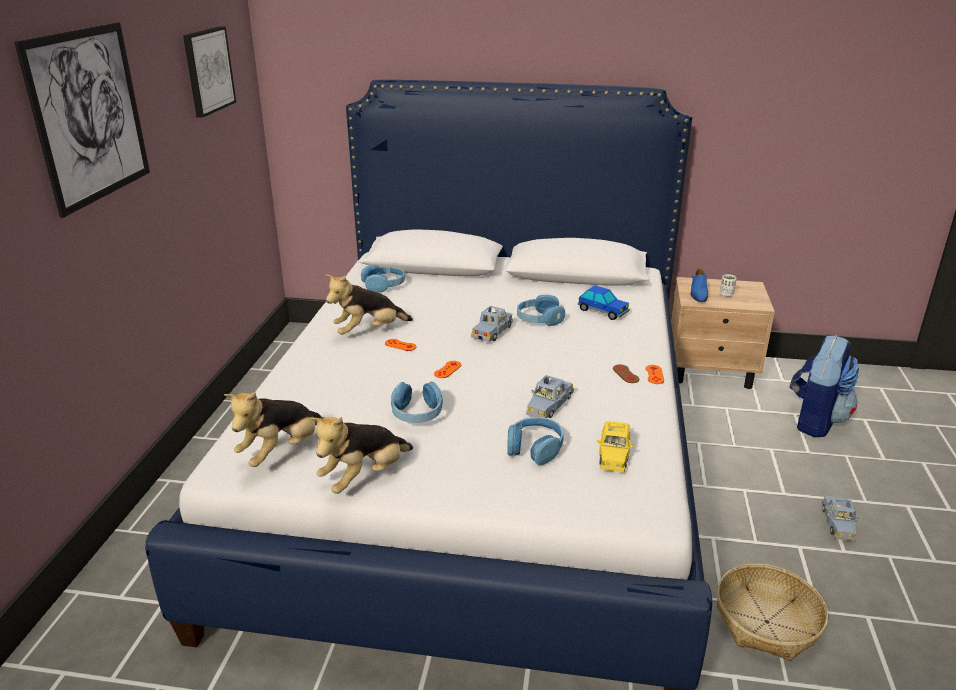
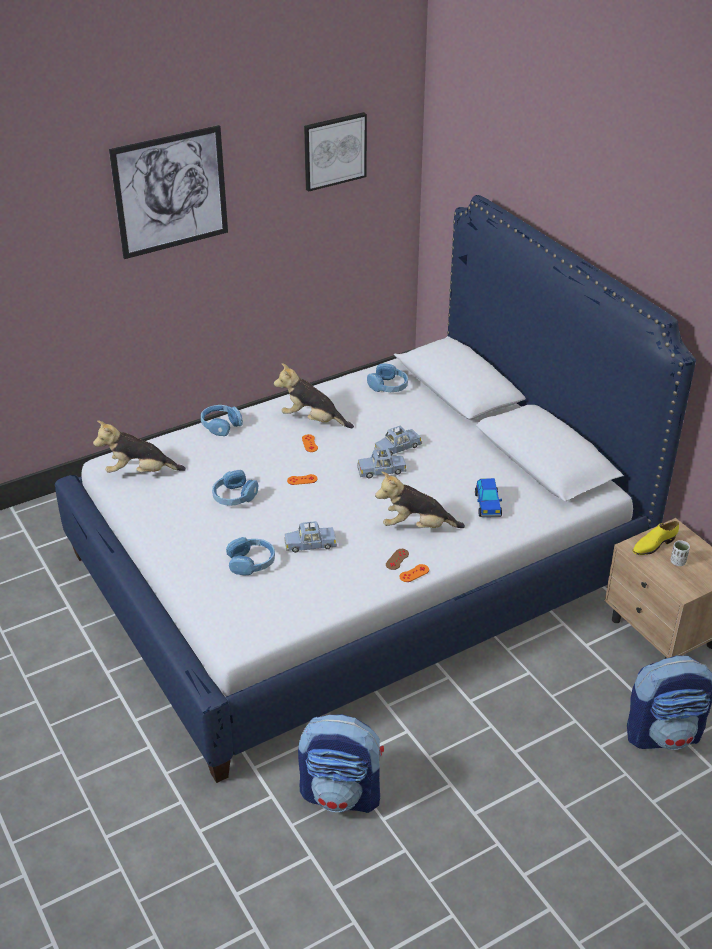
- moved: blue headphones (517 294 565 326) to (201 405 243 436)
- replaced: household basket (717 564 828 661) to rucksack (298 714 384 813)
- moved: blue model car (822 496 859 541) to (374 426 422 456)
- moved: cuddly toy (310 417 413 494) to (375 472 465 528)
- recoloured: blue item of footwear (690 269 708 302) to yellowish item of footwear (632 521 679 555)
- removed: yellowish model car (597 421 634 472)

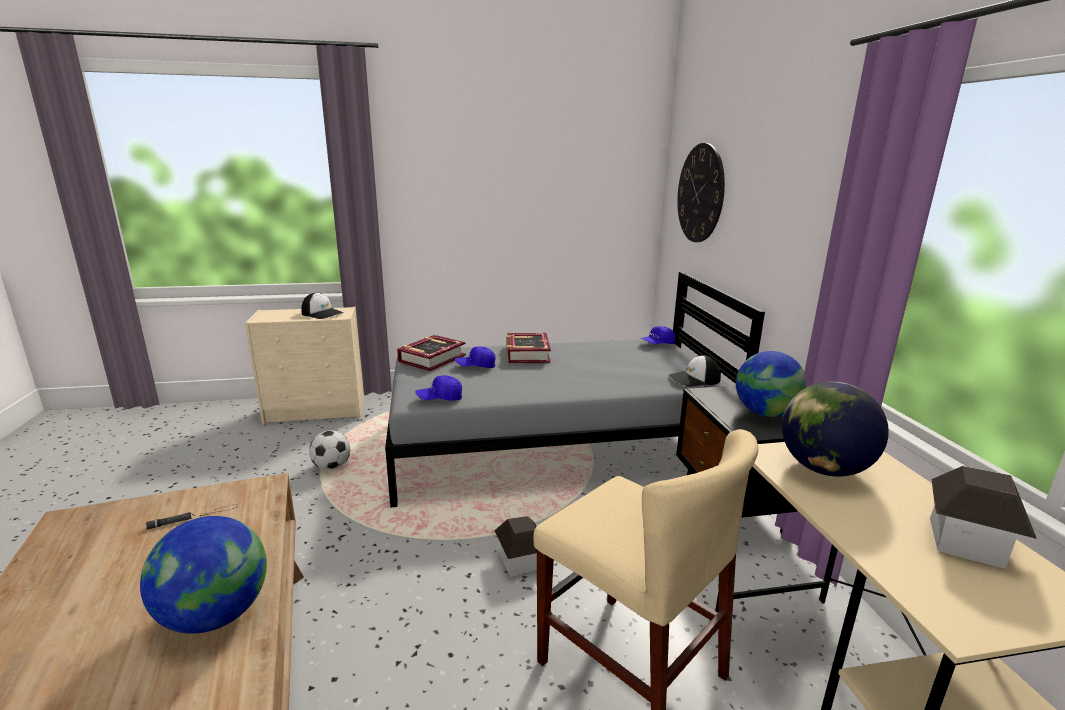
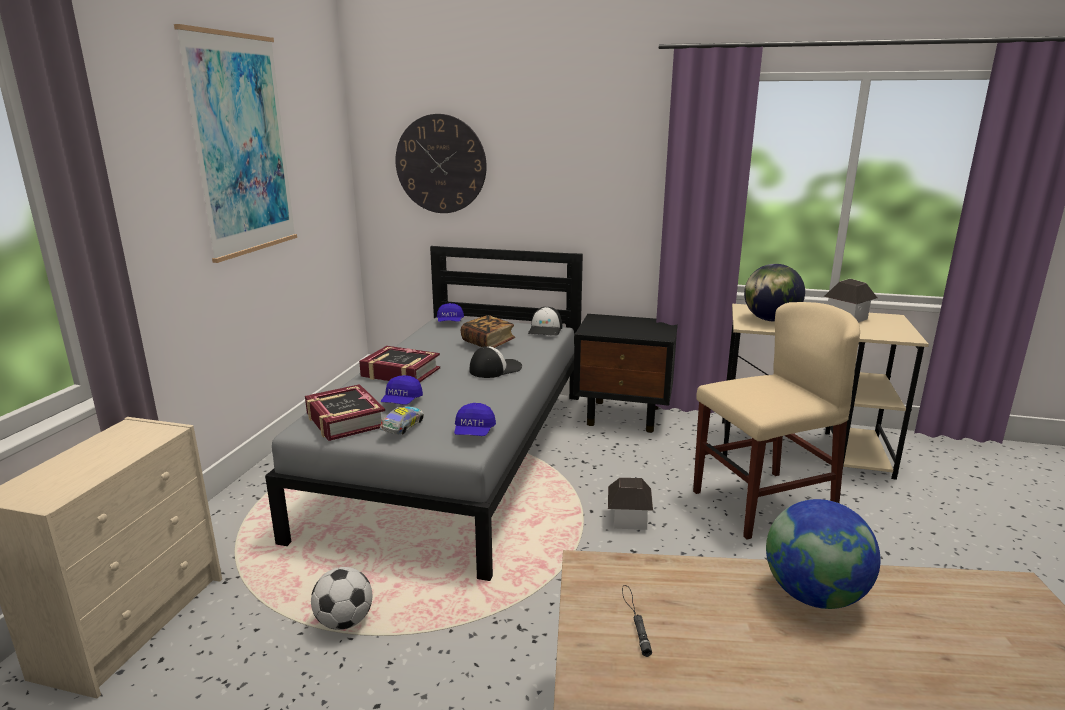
- added: picture (174 24 297 263)
- added: model car (380 406 424 434)
- added: volume (461 315 515 348)
- moved: peaked cap (301 293 344 319) to (470 346 522 378)
- removed: globe (736 351 806 417)

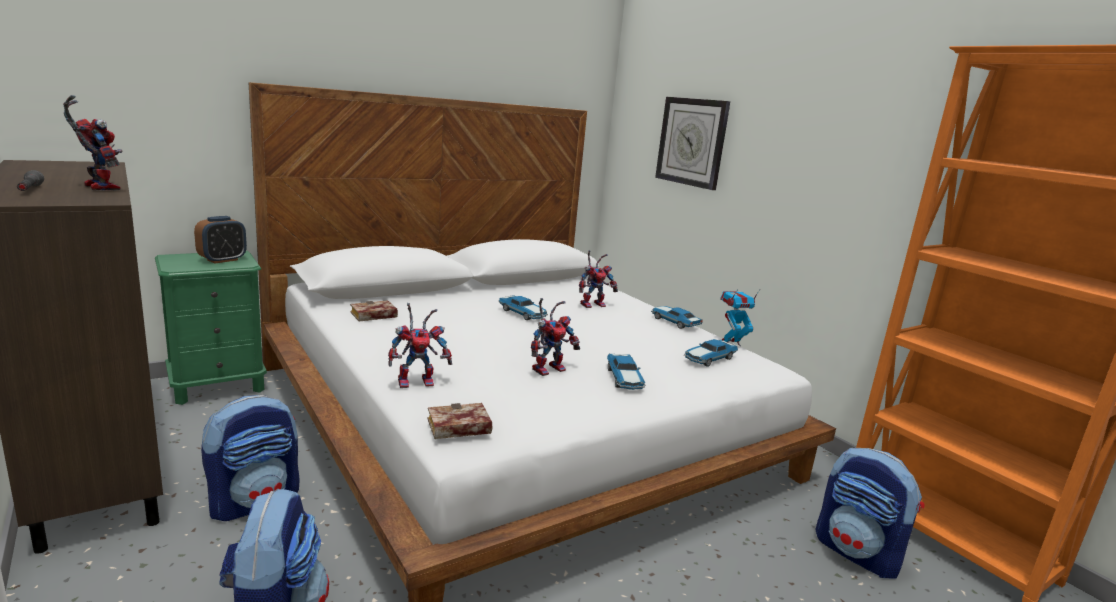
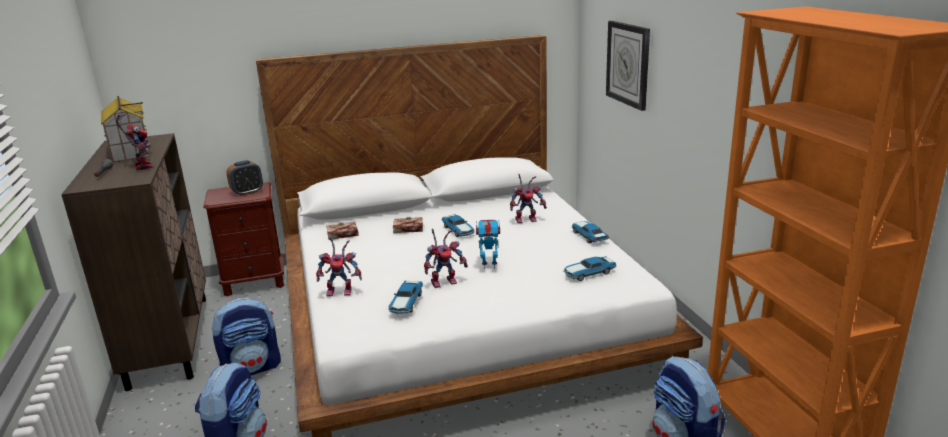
- added: miniature house (101 96 151 162)
- recoloured: green-coloured bedside table (155 251 267 405) to brown bedside table (203 182 284 296)
- moved: model car (607 354 645 390) to (388 281 423 314)
- moved: volume (428 403 492 439) to (393 217 423 233)
- moved: toy robot (720 289 760 346) to (476 220 500 269)

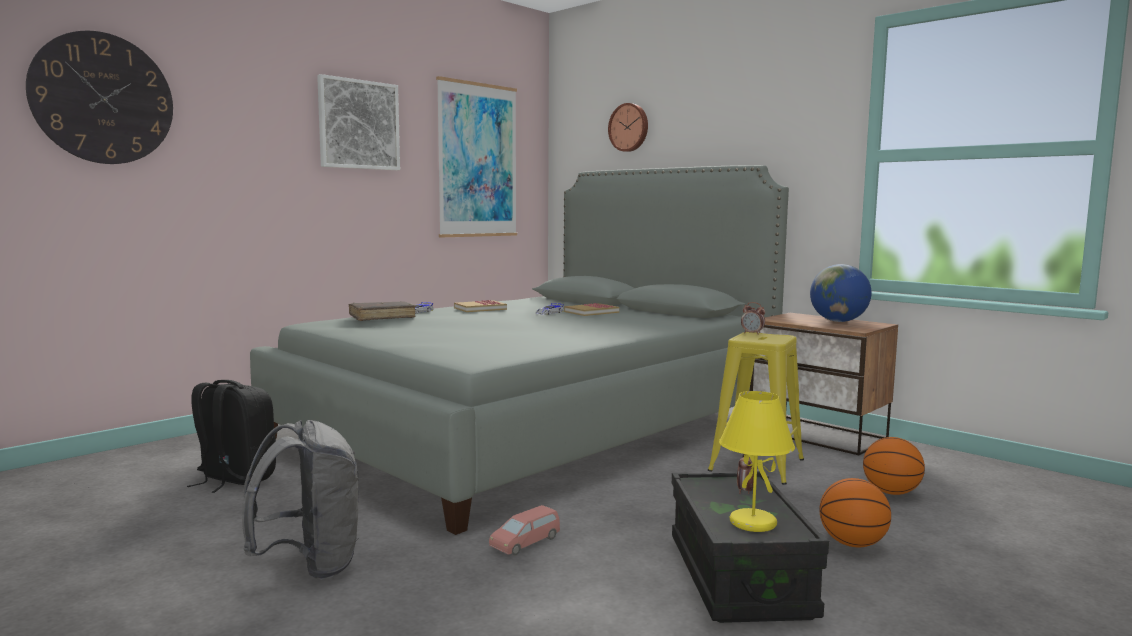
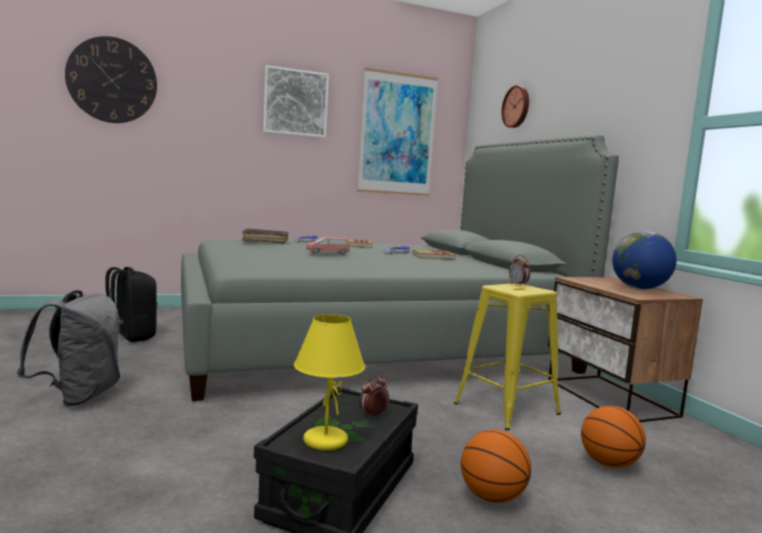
- moved: pinkish model car (489 505 560 556) to (306 237 350 255)

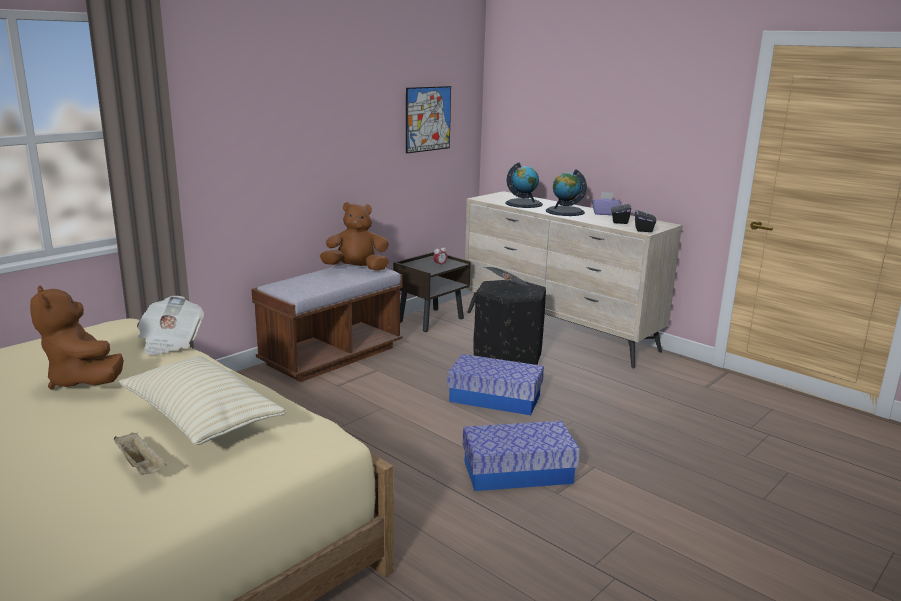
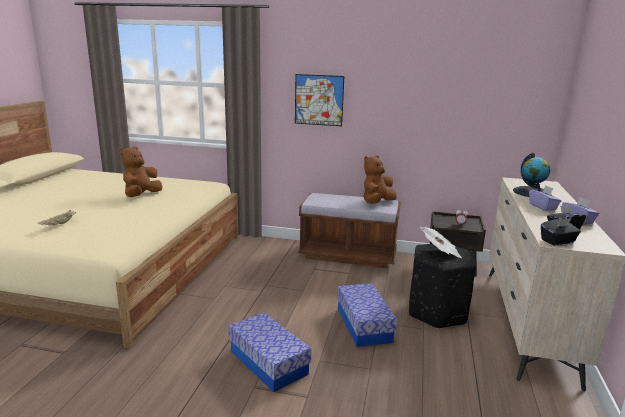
- moved: picture (406 86 451 153) to (295 74 344 126)
- turned: brown cuddly toy (320 202 389 271) = (363 155 397 204) 105 degrees counterclockwise
- replaced: globe (546 169 587 216) to purplish tissue box (529 185 562 211)
- removed: beige-coloured throw pillow (119 356 286 445)
- removed: newspaper (137 296 204 355)

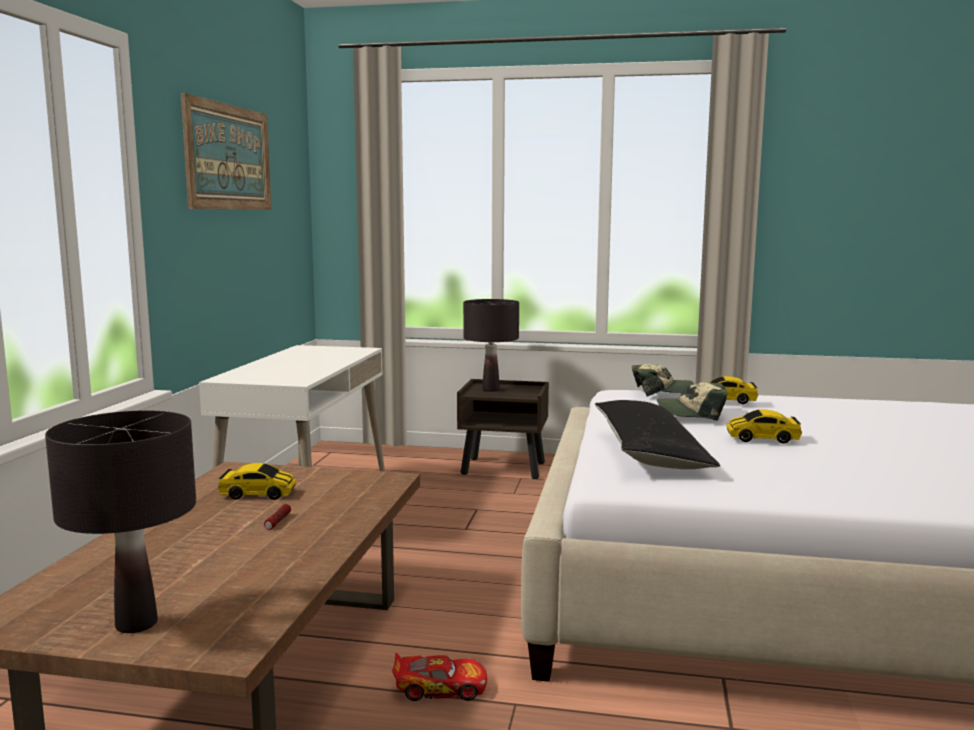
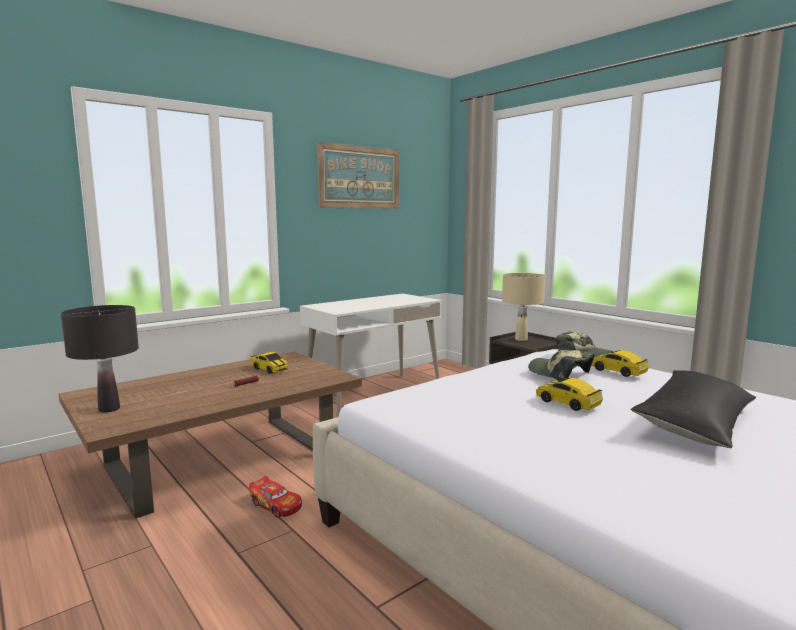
- recoloured: blackish table lamp (463 299 519 392) to beige-coloured table lamp (502 273 545 341)
- moved: blackish throw pillow (595 400 720 469) to (631 370 756 448)

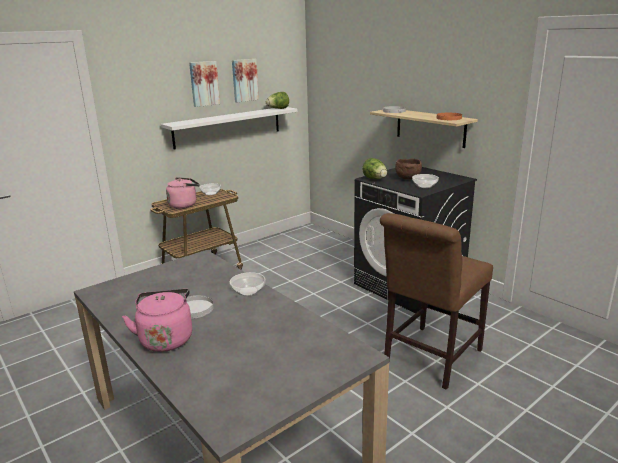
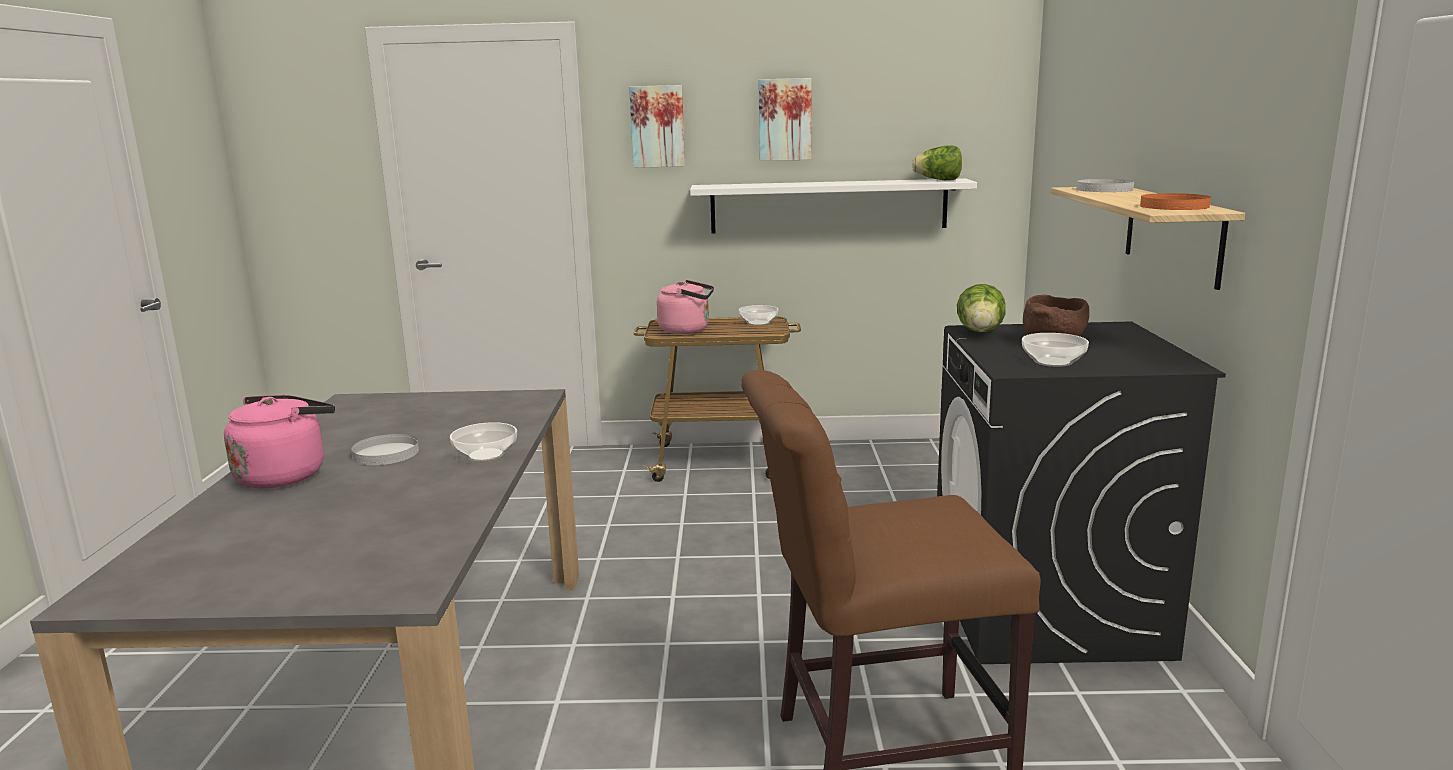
- moved: picture (232 59 259 102) to (629 85 685 168)

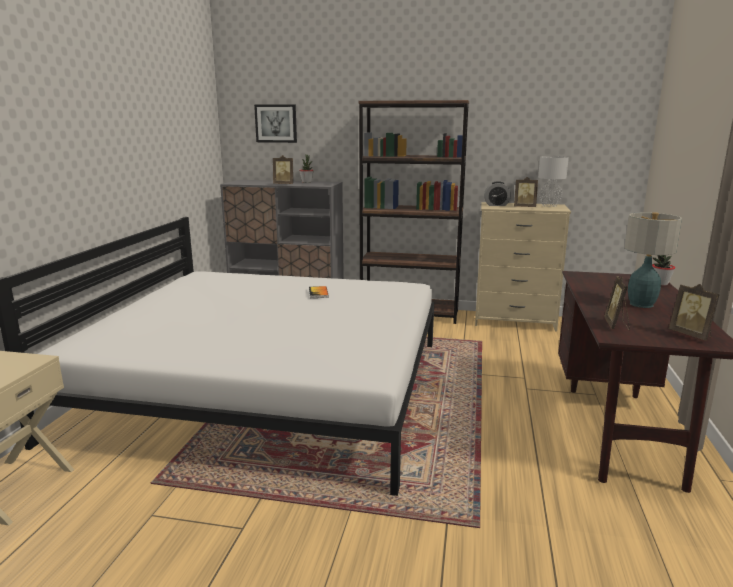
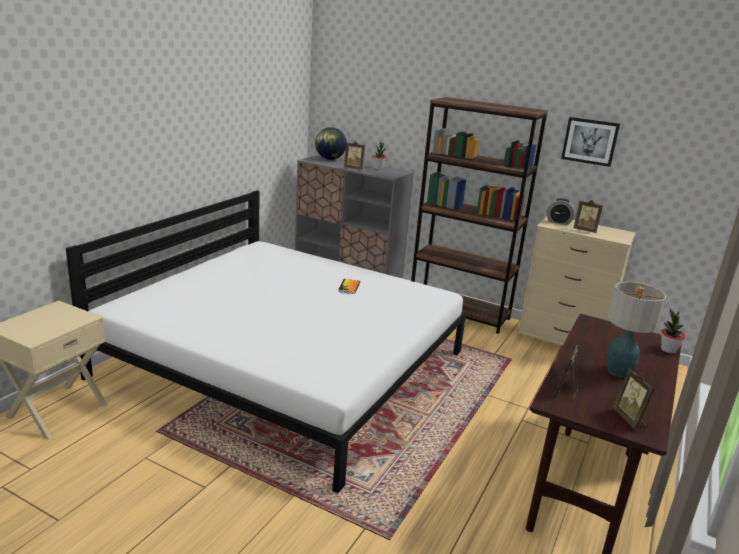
- added: globe (315 127 347 160)
- moved: picture (254 104 297 143) to (561 117 620 167)
- removed: greyish table lamp (538 156 569 207)

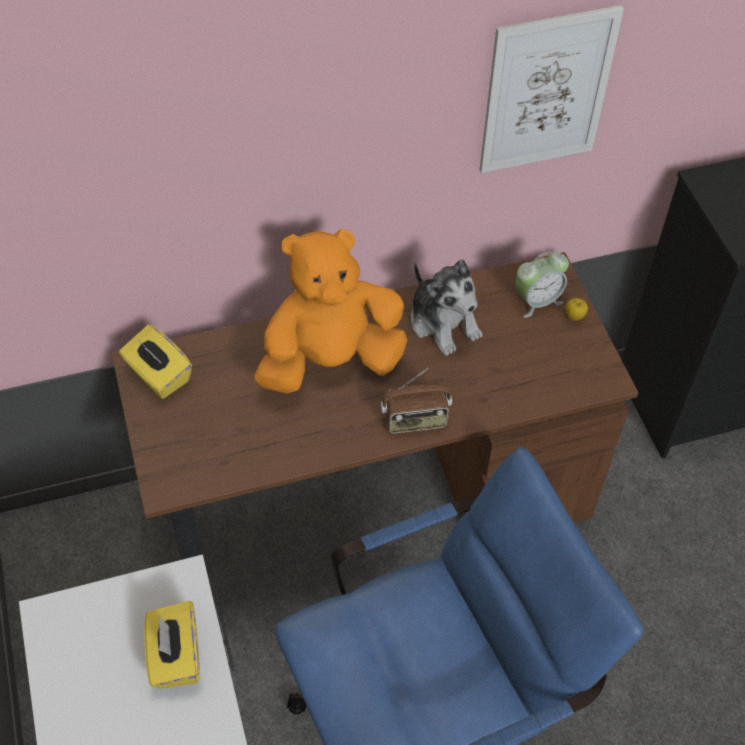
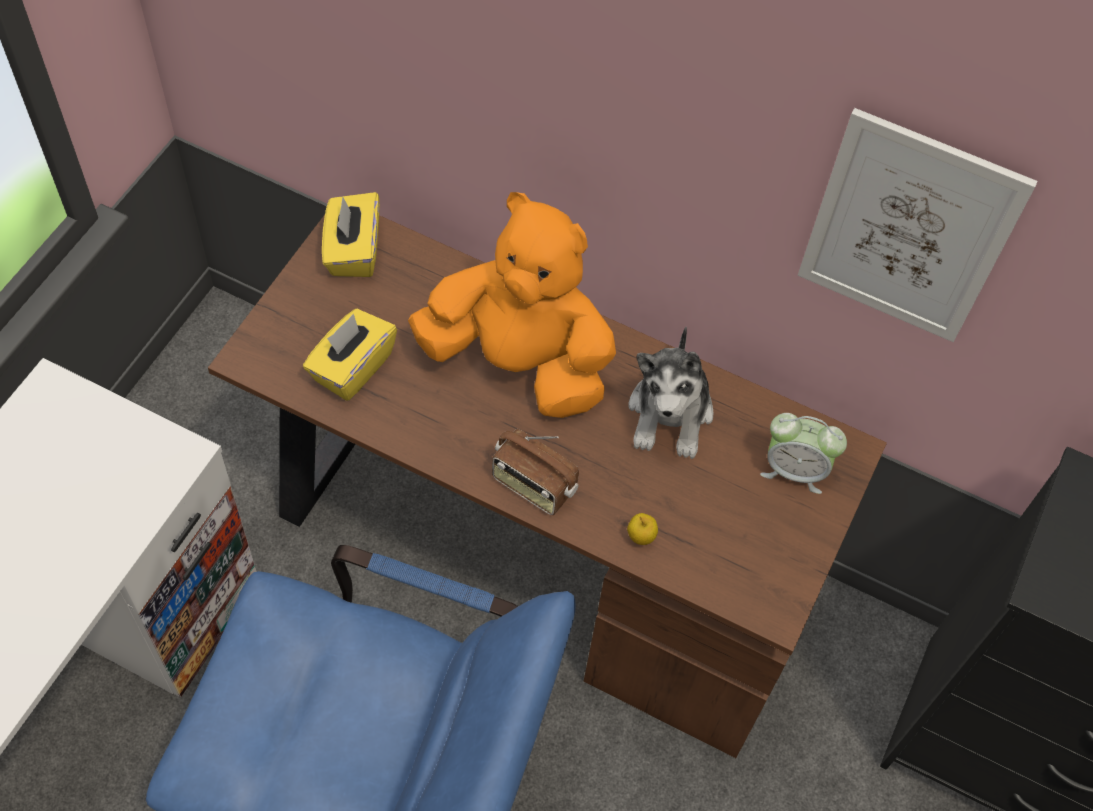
- moved: yellowish tissue box (144 600 200 689) to (303 309 397 401)
- moved: apple fruit (565 298 588 321) to (627 513 658 545)

